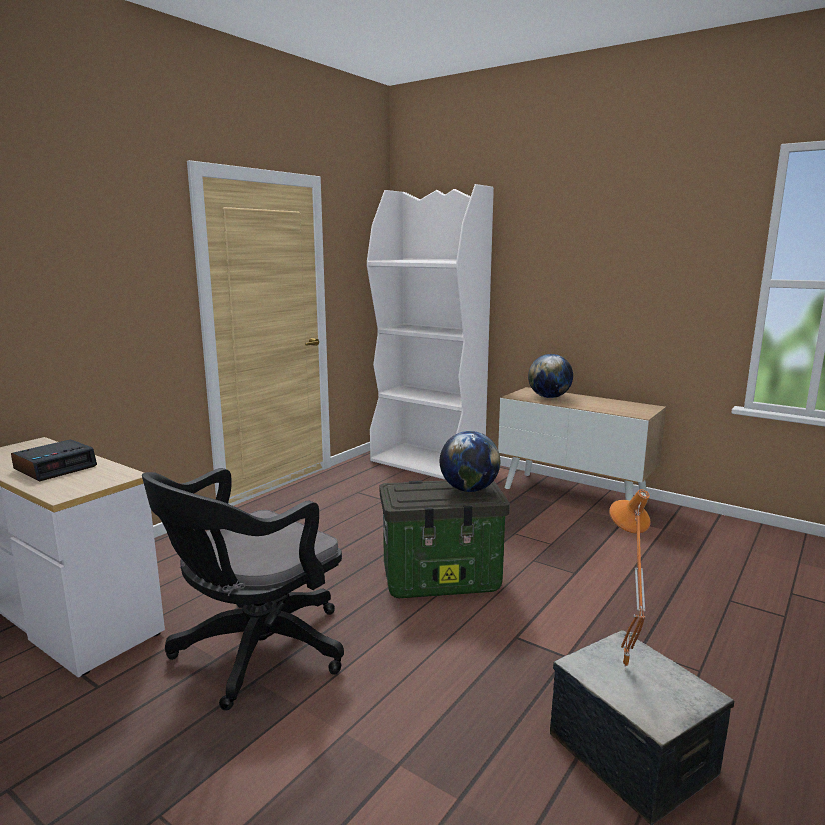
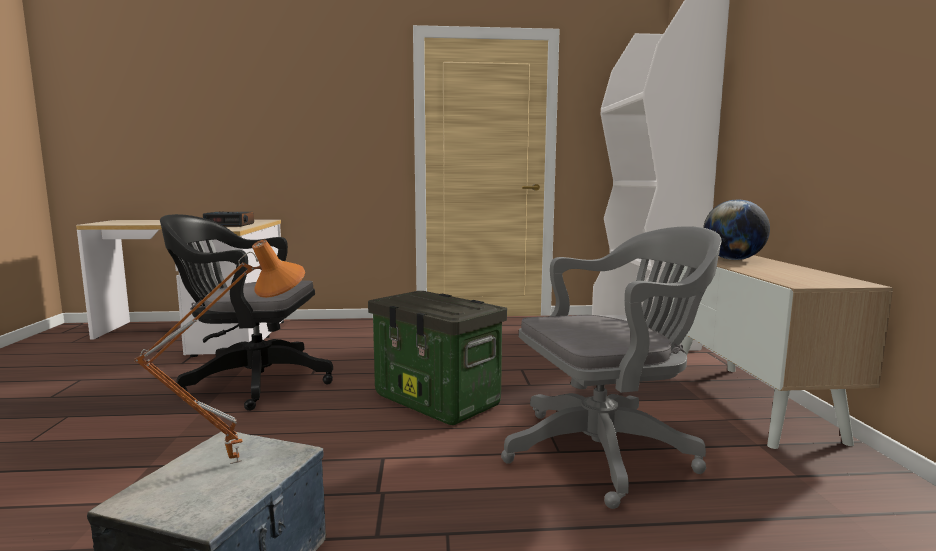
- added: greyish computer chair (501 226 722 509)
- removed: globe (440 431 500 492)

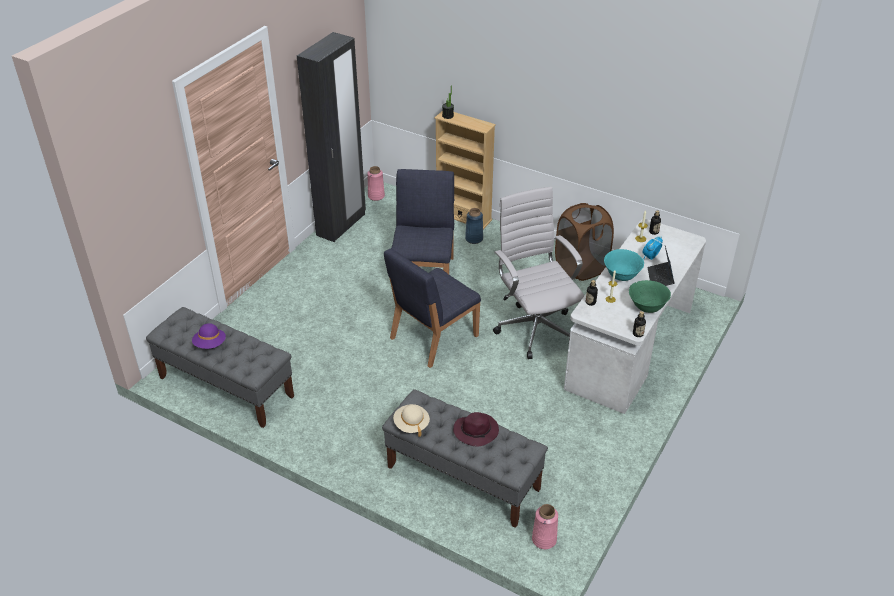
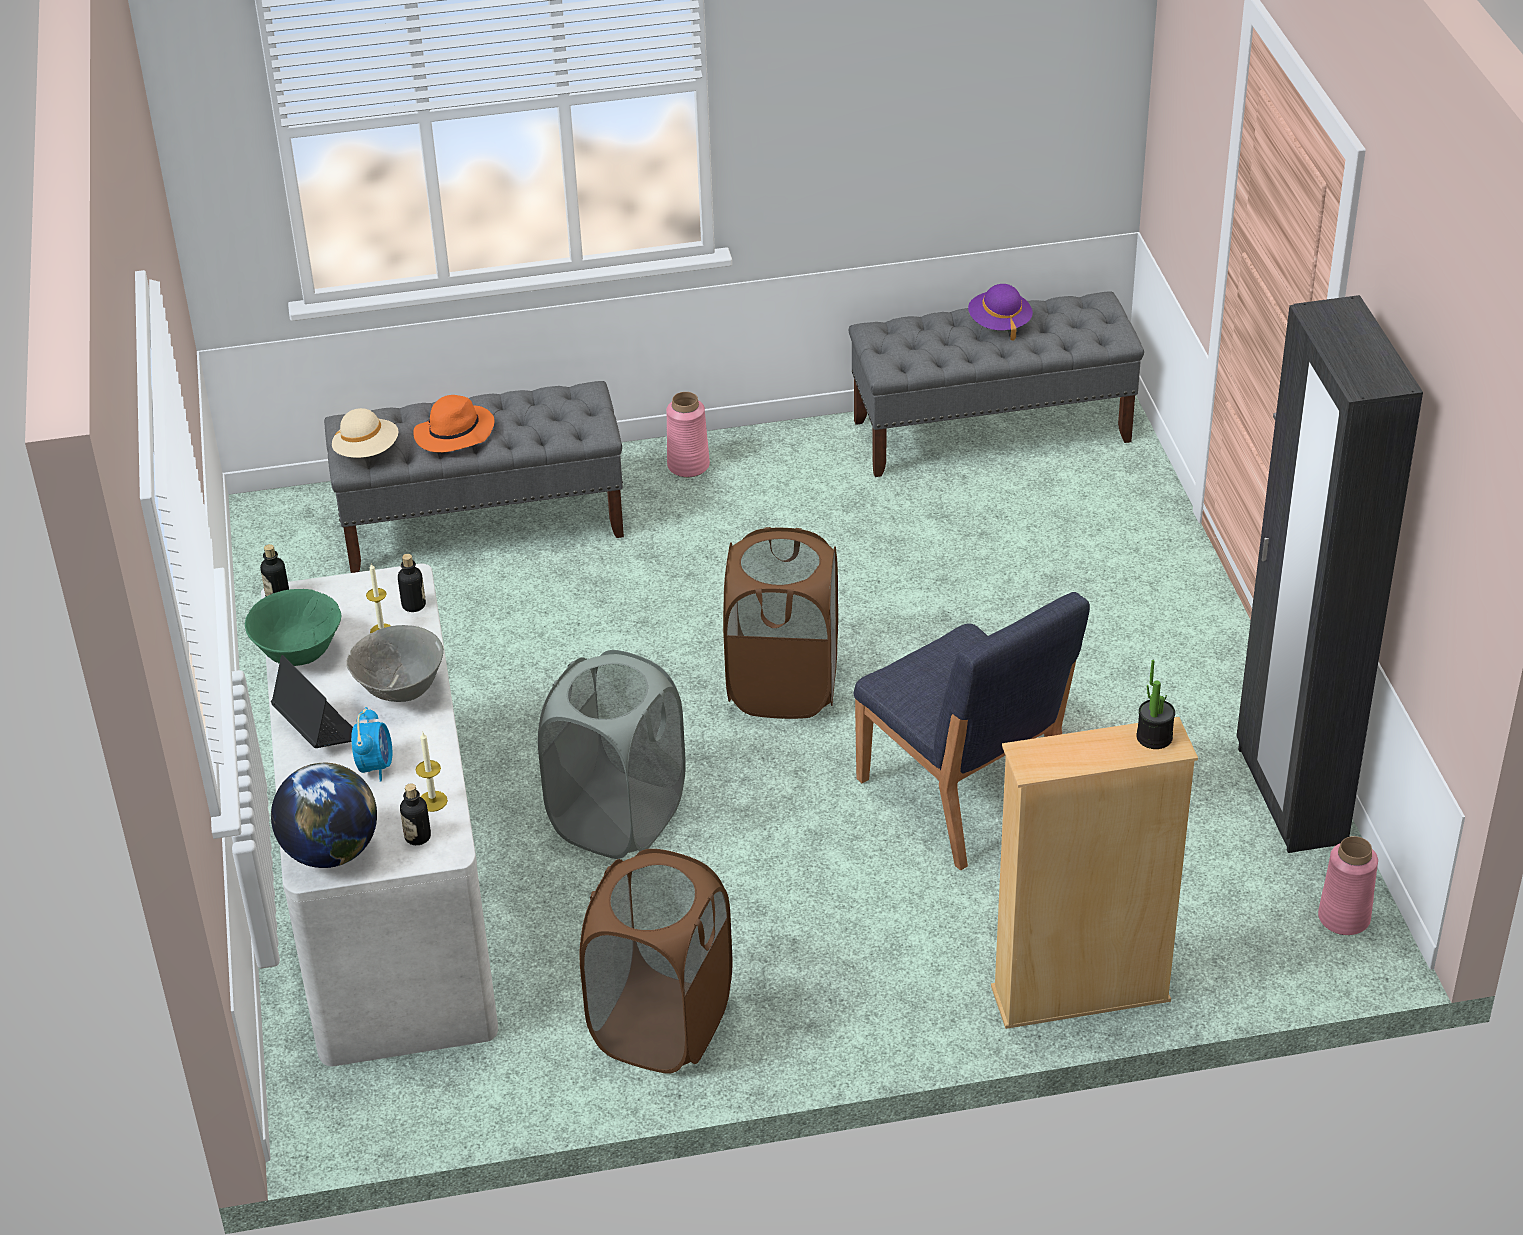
- added: globe (271 763 377 868)
- moved: beige-coloured hat (393 404 430 437) to (332 408 398 458)
- recoloured: blue-green deep dish (604 249 644 281) to greyish deep dish (346 625 444 702)
- recoloured: purplish hat (453 412 499 447) to orange hat (414 395 494 452)
- replaced: whitish computer chair (493 187 584 359) to greyish hamper (538 650 686 859)
- moved: pinkish flower vase (532 504 558 549) to (666 392 710 477)
- replaced: blue upright chair (384 249 481 368) to brown hamper (723 527 838 719)
- removed: blue flower vase (465 208 483 244)

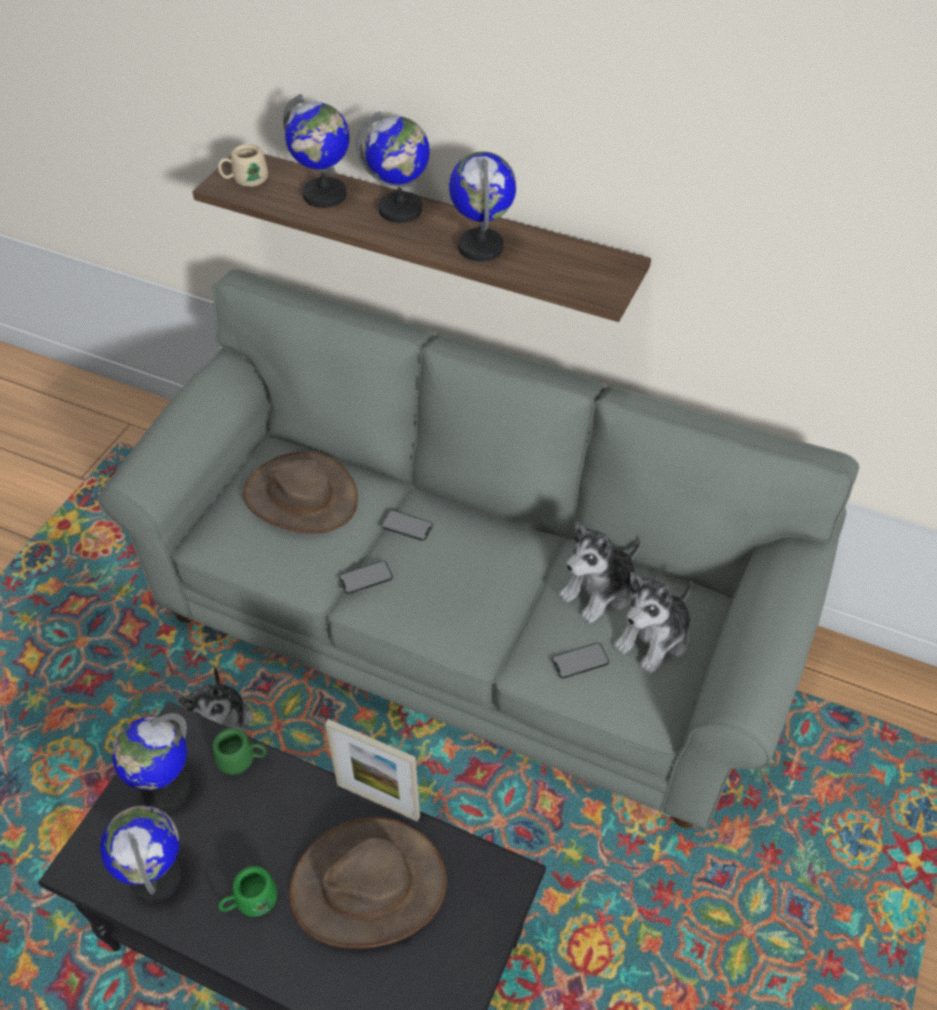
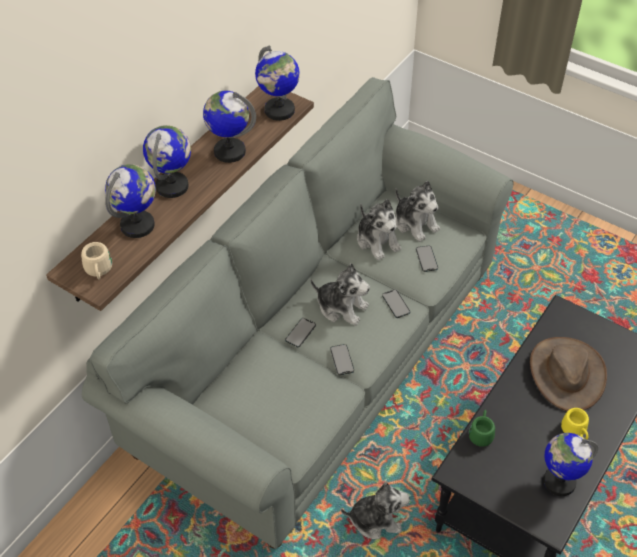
- moved: globe (112 713 192 811) to (255 46 300 121)
- added: cuddly toy (310 263 370 326)
- added: handset (382 289 410 318)
- recoloured: green-coloured mug (218 866 277 917) to yellowish mug (561 408 589 440)
- removed: brown hat (242 452 358 534)
- removed: standing frame (325 719 420 822)

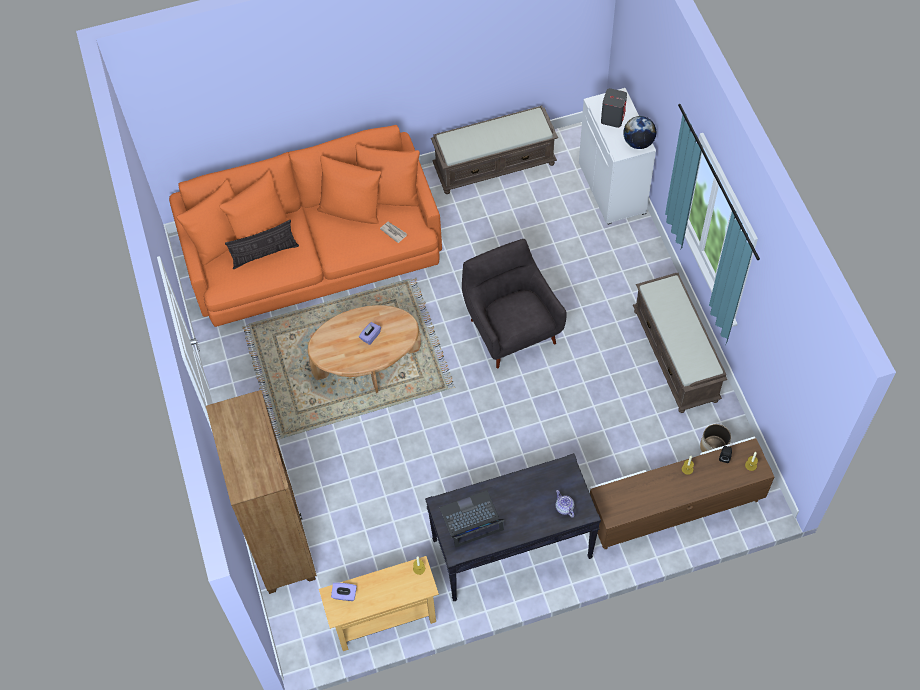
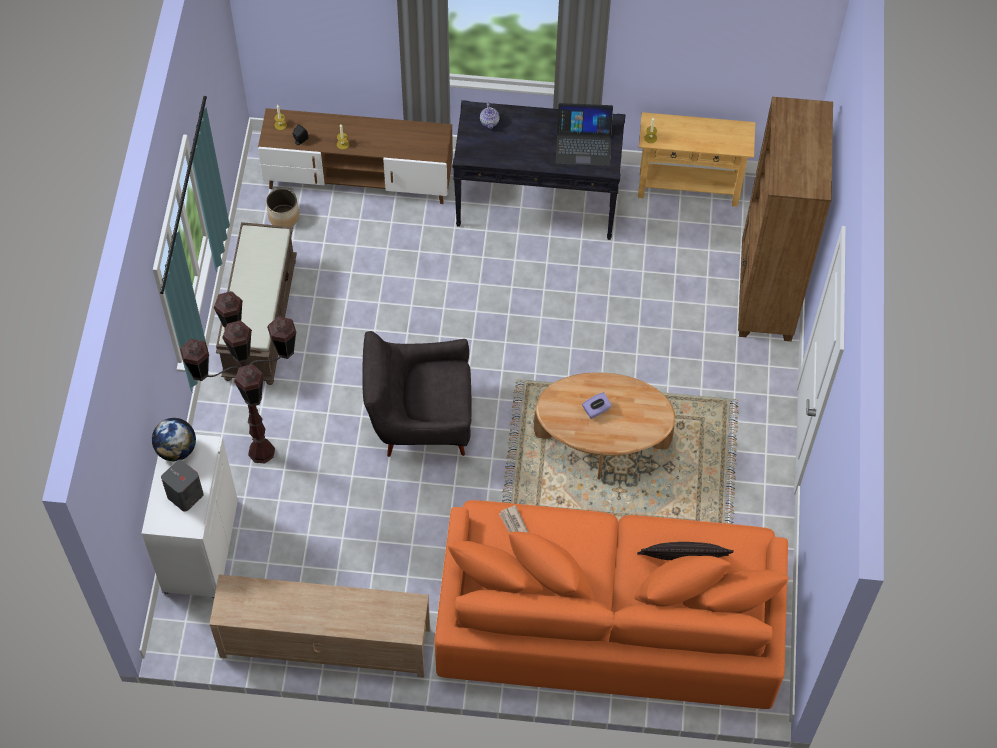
- added: brown standing lamp (180 291 297 463)
- replaced: brown indoor bench (431 105 558 194) to beige-coloured tv stand (209 575 430 678)
- turned: greyish easy chair (462 239 567 368) = (362 331 471 457) 90 degrees clockwise
- removed: purplish tissue box (331 583 357 601)

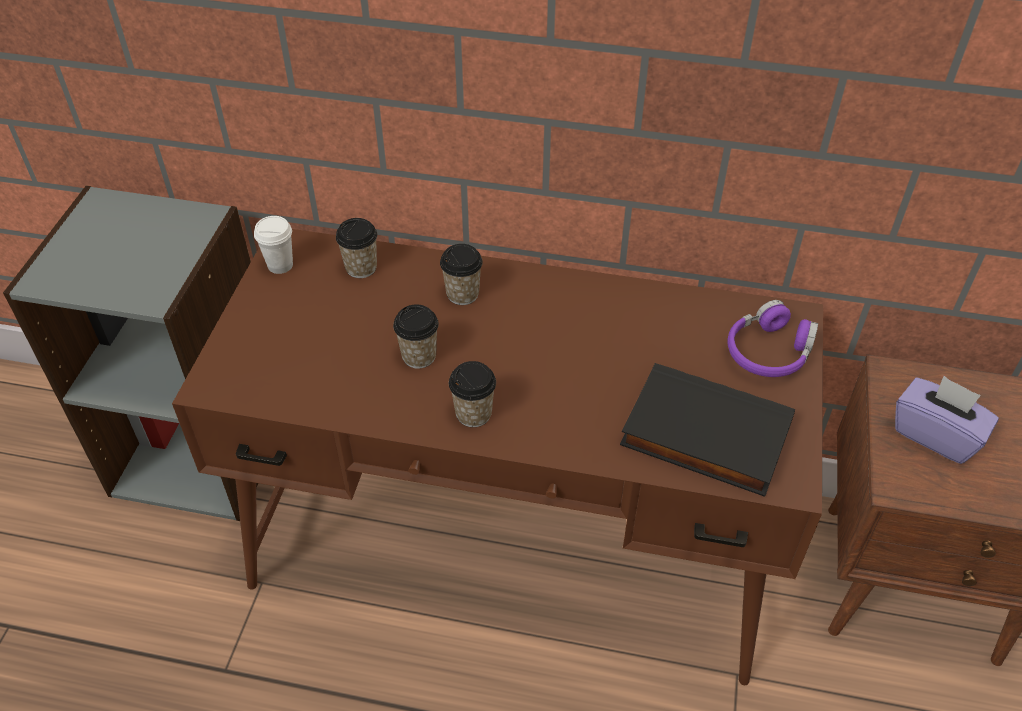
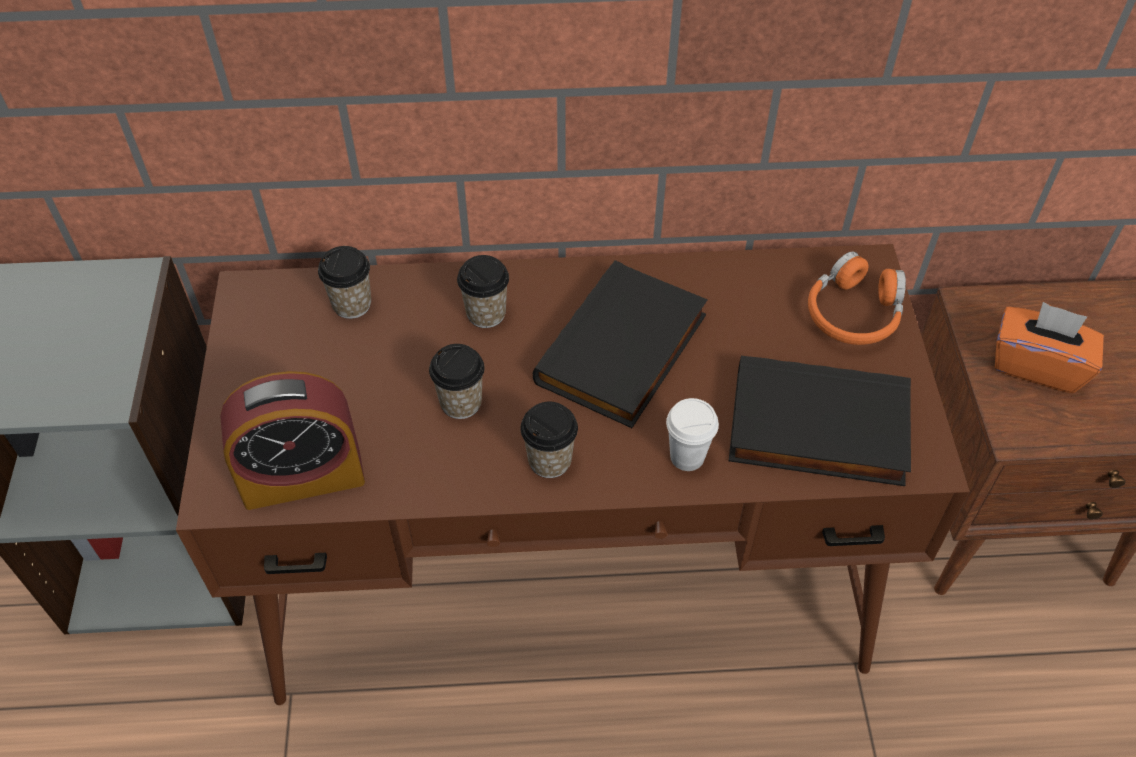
- added: bedside clock (220 371 365 510)
- added: blackish volume (533 260 708 428)
- moved: whitish small cup (254 216 293 274) to (666 398 719 471)
- recoloured: purplish headphones (727 300 818 377) to orange headphones (808 252 906 345)
- recoloured: purplish tissue box (895 376 999 464) to orange tissue box (995 302 1104 393)

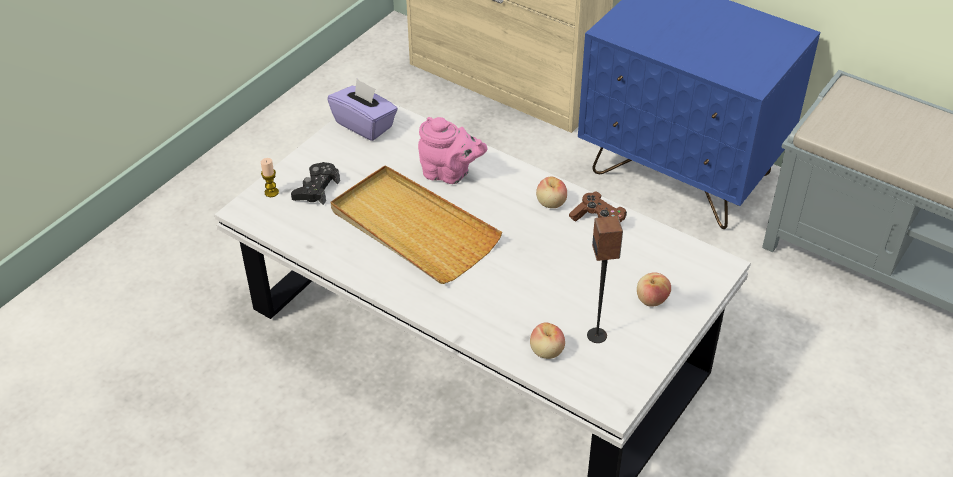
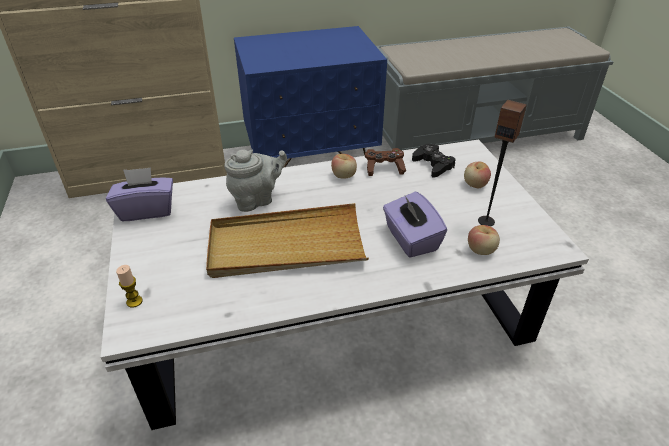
- recoloured: pinkish tea pot (418 117 488 184) to greyish tea pot (224 150 287 212)
- added: purplish tissue box (383 191 447 258)
- moved: blackish joypad (291 162 340 205) to (412 144 456 178)

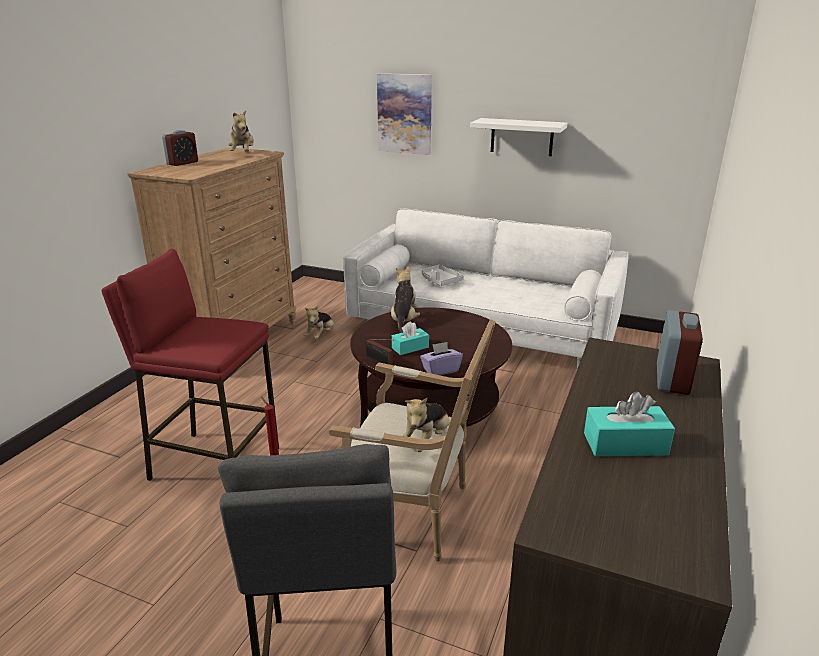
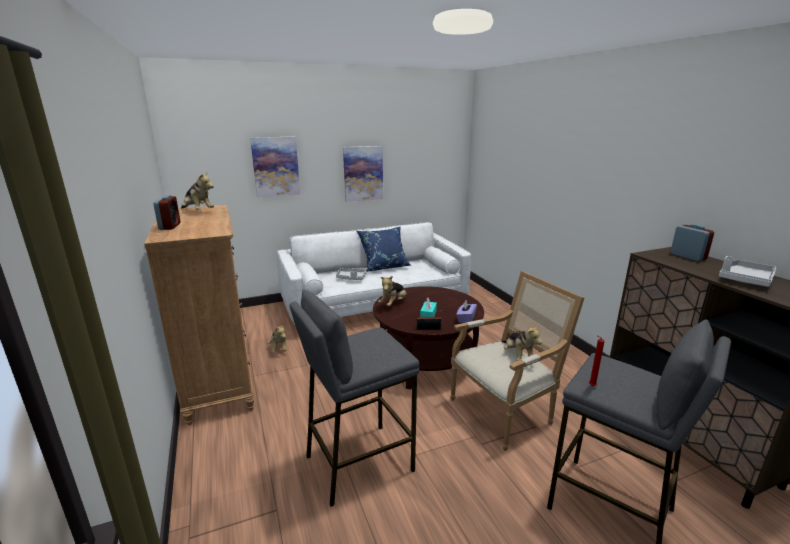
- recoloured: red-coloured sitting stool (102 248 279 481) to greyish sitting stool (290 290 419 507)
- replaced: whitish bracket shelf (470 118 567 156) to picture (343 146 383 202)
- added: blue throw pillow (357 227 411 272)
- turned: cuddly toy (391 266 420 333) = (378 276 407 306) 105 degrees counterclockwise
- replaced: blue-green tissue box (584 391 675 456) to greyish carrying tray (719 256 776 287)

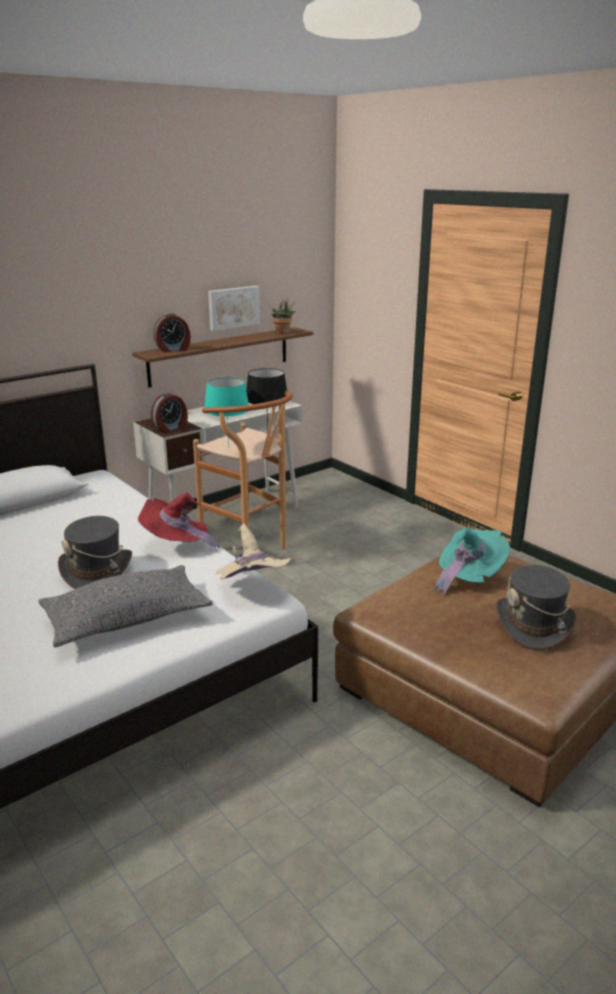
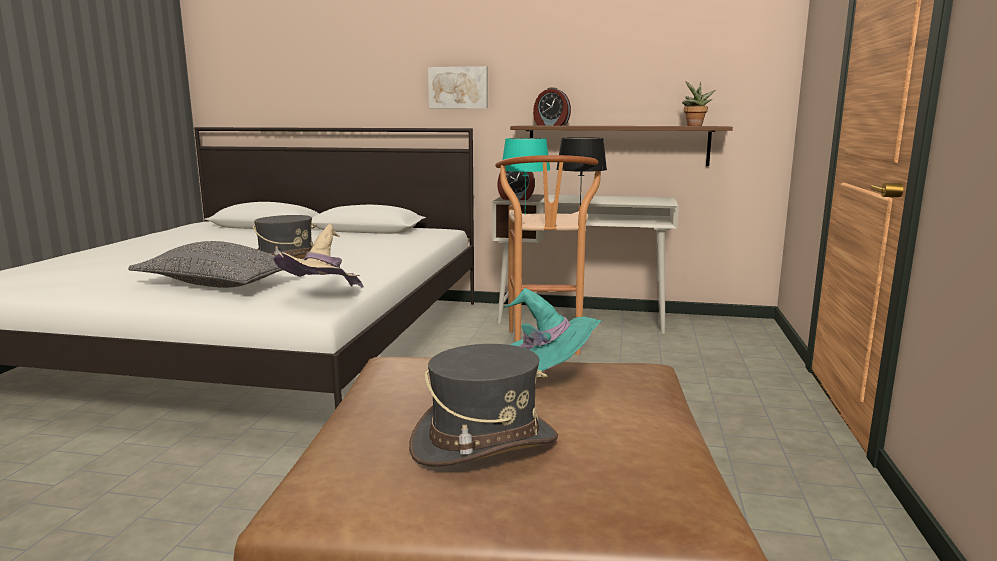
- moved: picture (208 286 260 331) to (428 66 488 108)
- removed: red-coloured hat (138 492 221 553)

